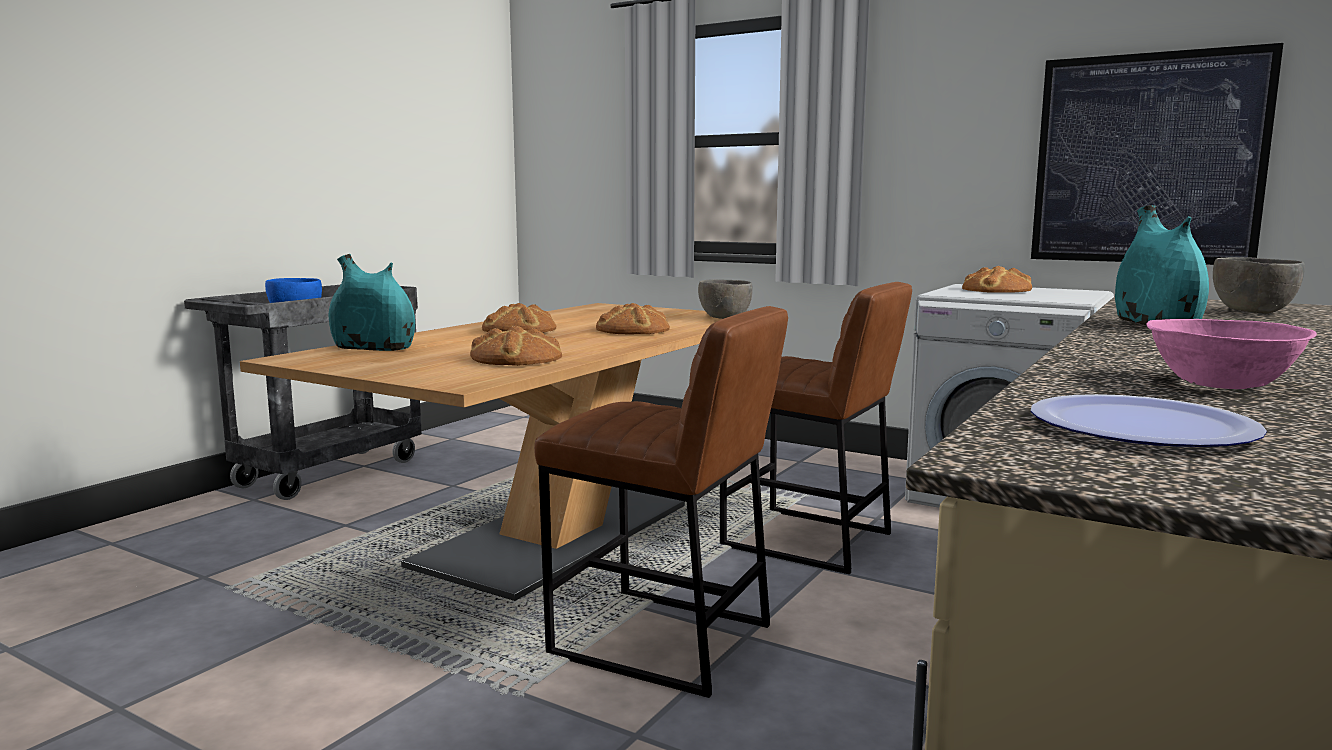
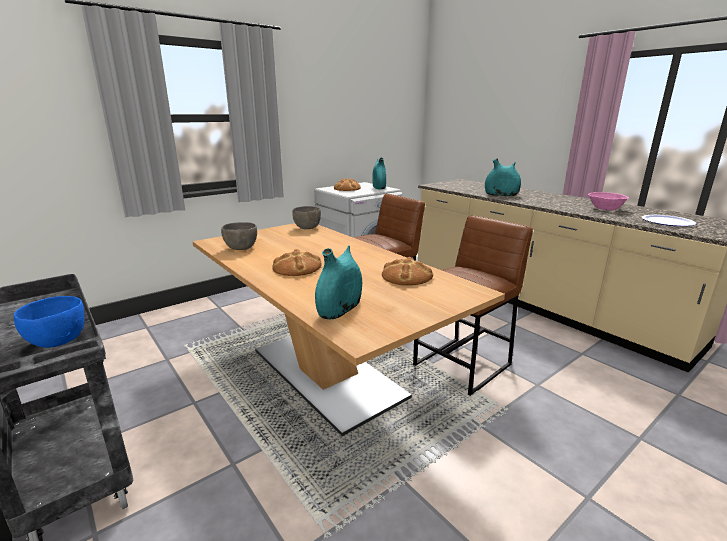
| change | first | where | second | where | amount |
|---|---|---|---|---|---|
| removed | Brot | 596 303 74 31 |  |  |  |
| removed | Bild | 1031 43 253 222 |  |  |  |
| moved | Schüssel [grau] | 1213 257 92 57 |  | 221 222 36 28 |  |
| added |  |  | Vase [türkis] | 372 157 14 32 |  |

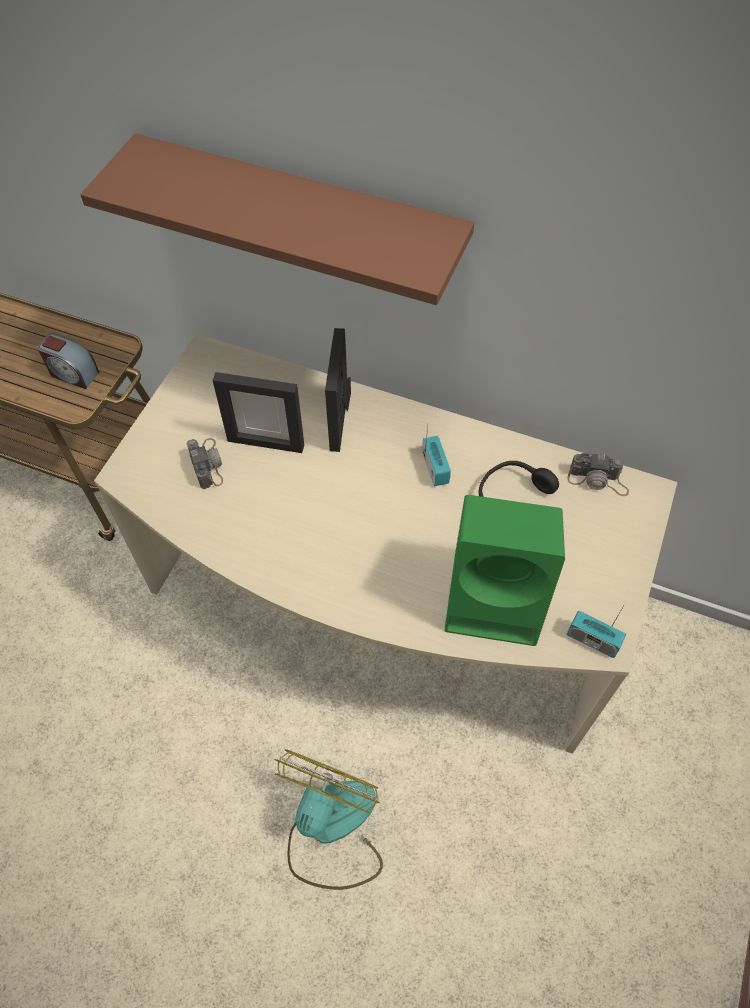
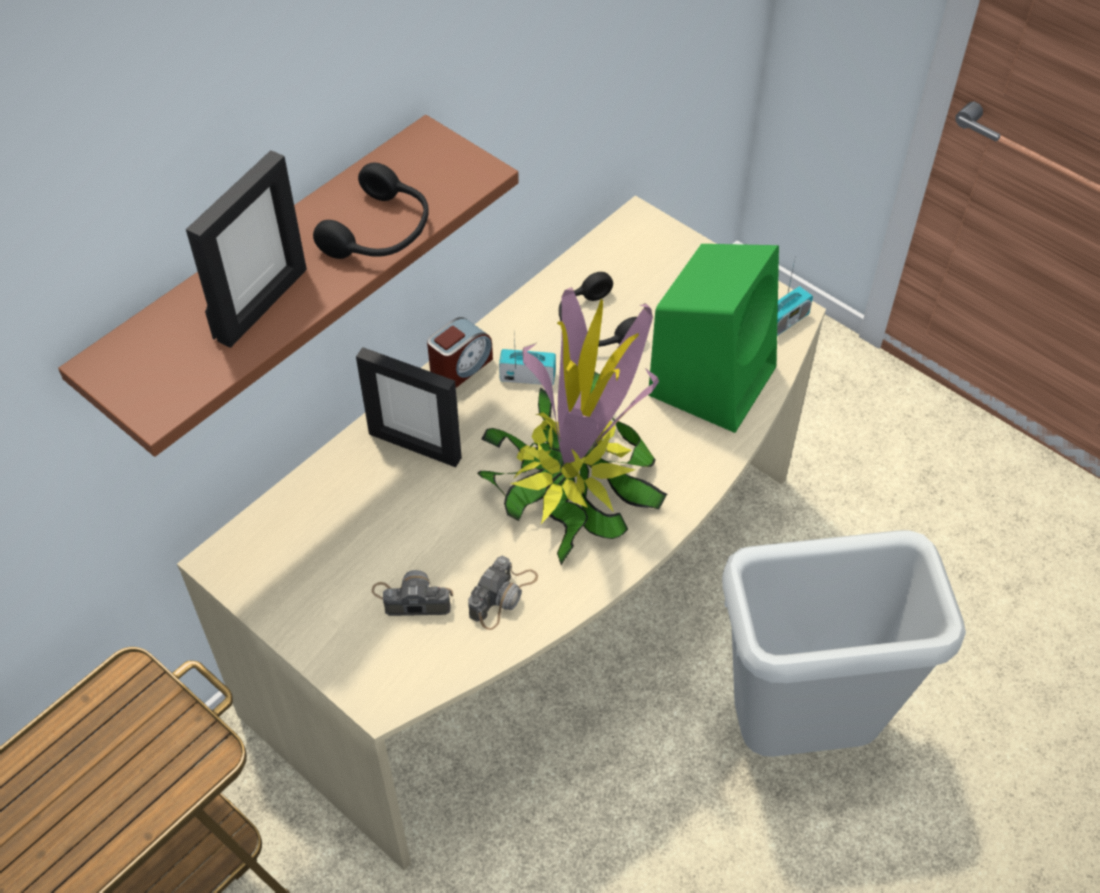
| change | first | where | second | where | amount |
|---|---|---|---|---|---|
| moved | Wecker | 37 333 62 56 |  | 427 317 66 71 |  |
| moved | Bilderrahmen | 213 372 91 81 |  | 186 150 121 198 |  |
| replaced | Ventilator | 274 749 109 141 | Mülleimer [grau] | 722 530 244 227 |  |
| moved | Kamera | 568 453 61 43 |  | 468 555 70 75 |  |
| added |  |  | Kopfhörer [schwarz] | 313 163 116 96 |  |
| added |  |  | Topfpflanze | 477 287 190 278 |  |

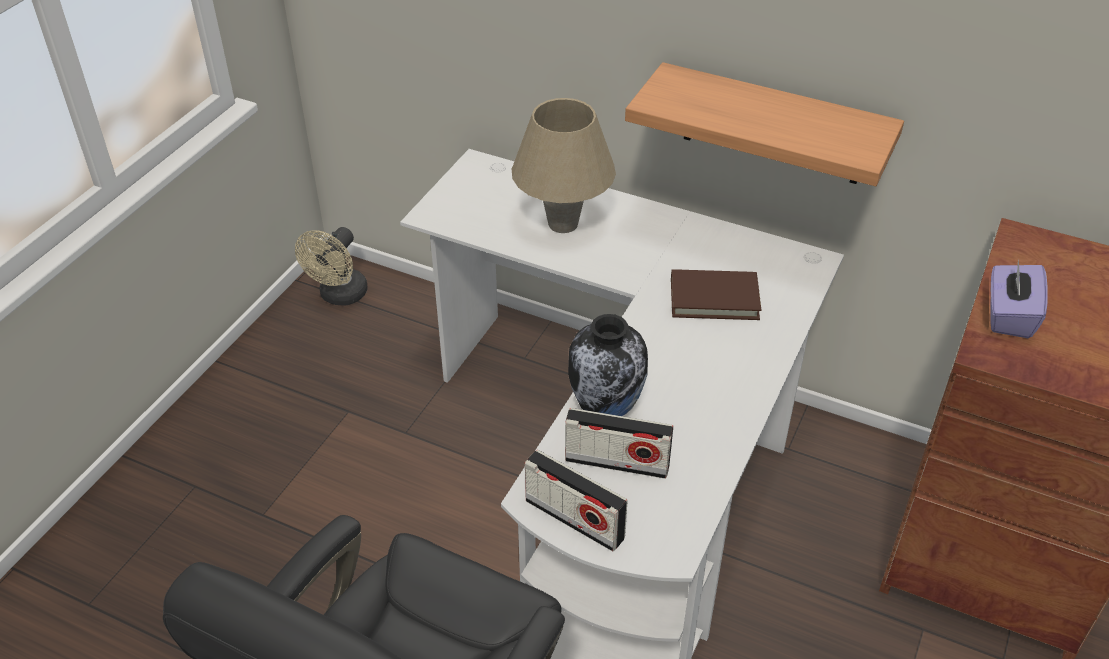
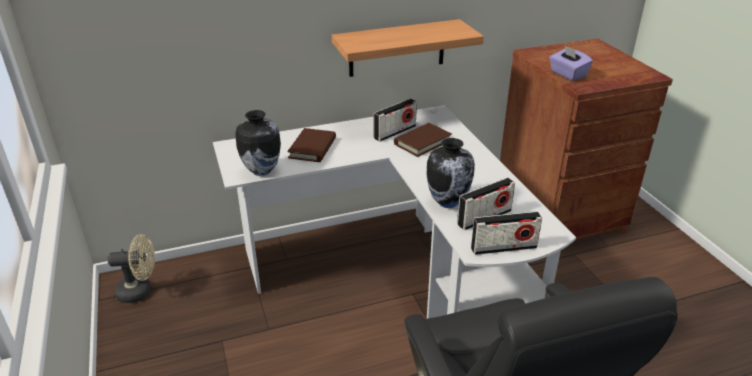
| change | first | where | second | where | amount |
|---|---|---|---|---|---|
| turned | Ventilator [beige] | 295 227 73 79 |  | 107 234 48 69 | 75 degrees counterclockwise |
| replaced | Tischlampe [beige] | 512 98 104 135 | Buch [braun] | 287 128 49 34 |  |
| added |  |  | Vase | 236 110 45 66 |  |
| added |  |  | Radio | 373 99 44 43 |  |

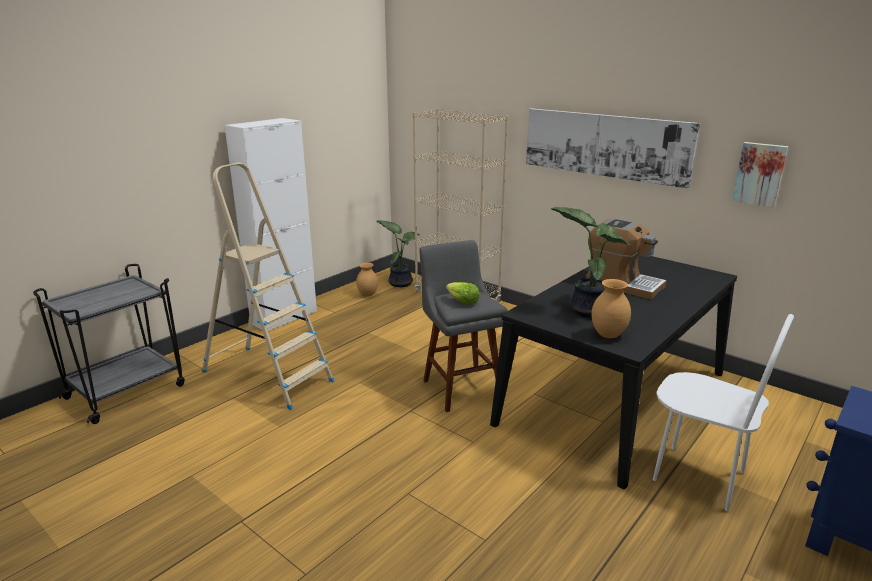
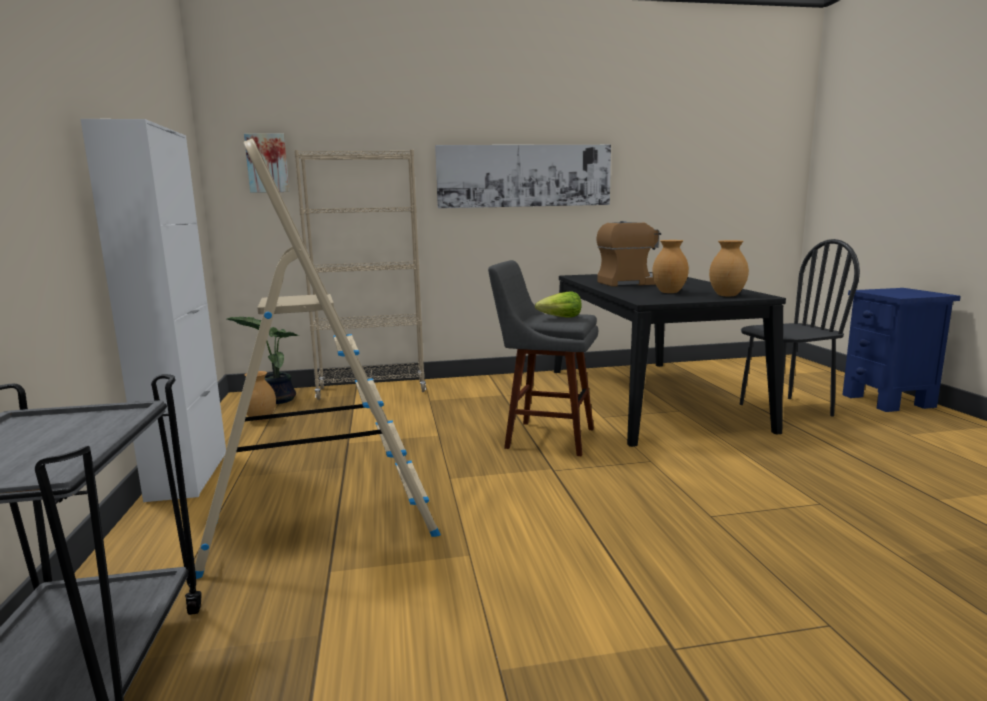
| change | first | where | second | where | amount |
|---|---|---|---|---|---|
| replaced | Topfpflanze | 550 207 80 111 | Vase [braun] | 652 240 37 53 |  |
| recoloured | Stuhl [weiß] | 653 314 141 197 | Stuhl [schwarz] | 740 239 120 178 |  |
| moved | Bild | 732 142 57 66 |  | 244 133 45 60 |  |

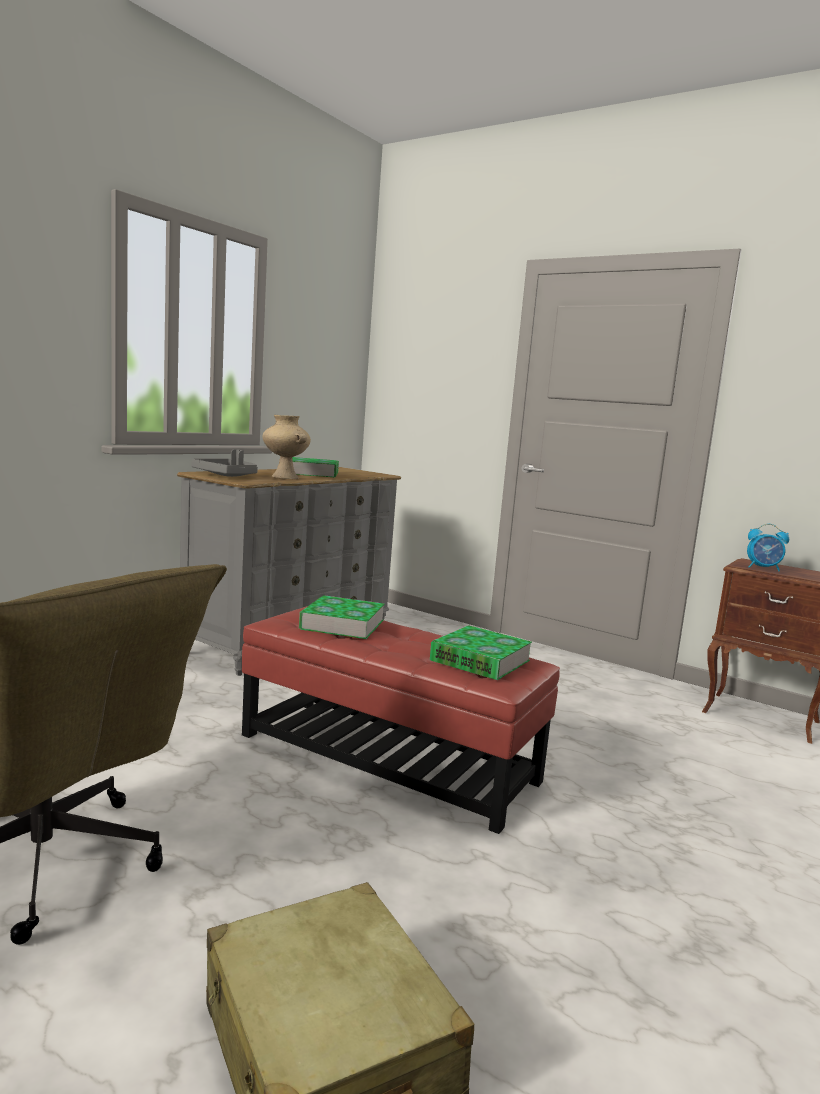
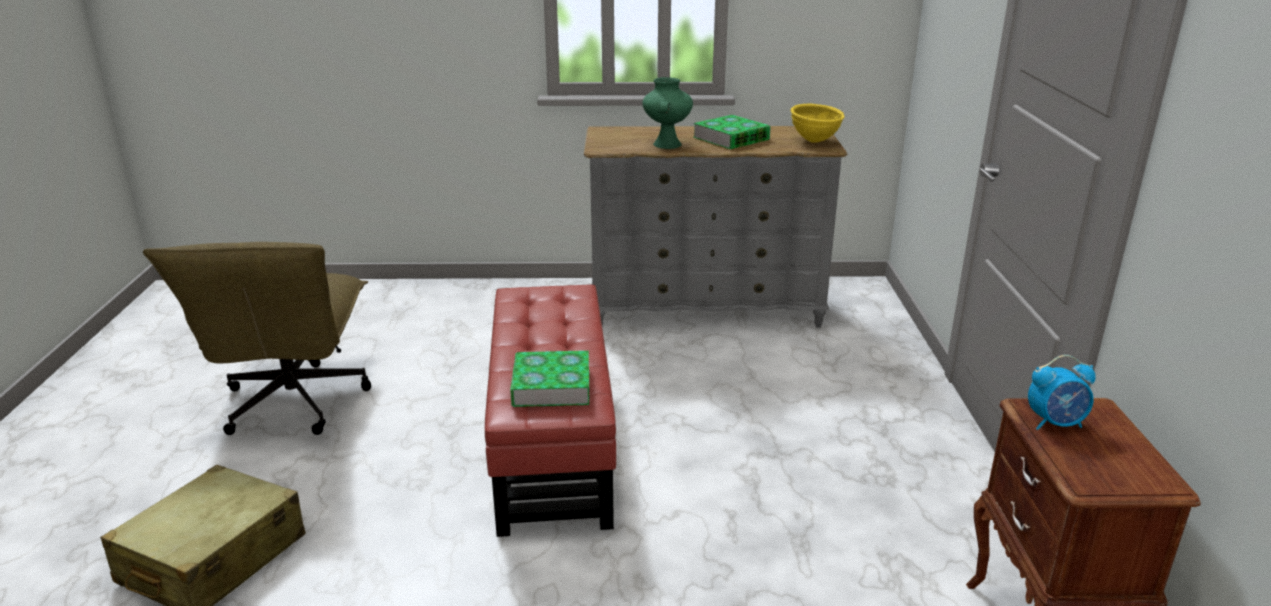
| change | first | where | second | where | amount |
|---|---|---|---|---|---|
| removed | Tablett [grau] | 191 449 67 28 |  |  |  |
| recoloured | Vase [beige] | 262 415 49 64 | Vase [grün] | 642 77 51 72 |  |
| removed | Buch | 299 595 86 44 |  |  |  |
| turned | Wecker | 747 524 42 47 |  | 1028 355 68 75 | 75 degrees counterclockwise |
| added |  |  | Schüssel [gelb] | 790 104 55 39 |  |

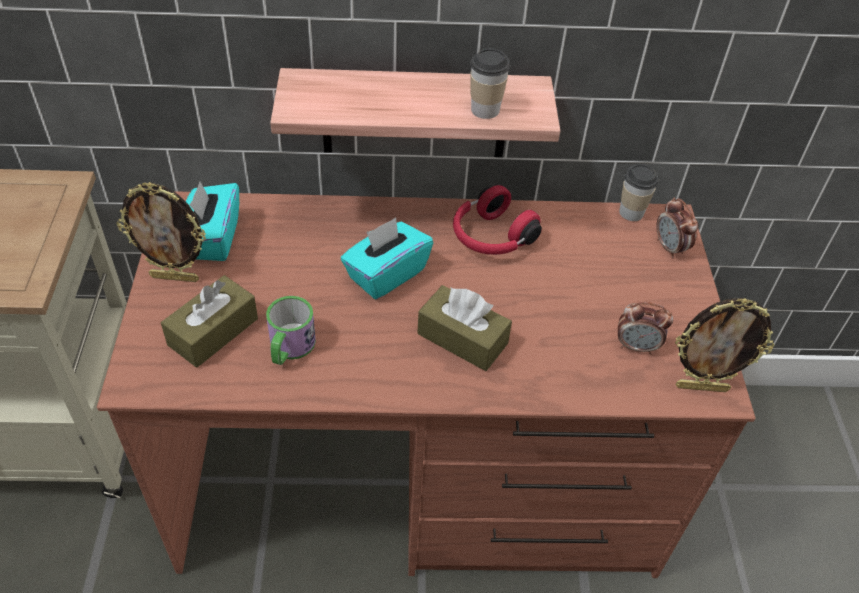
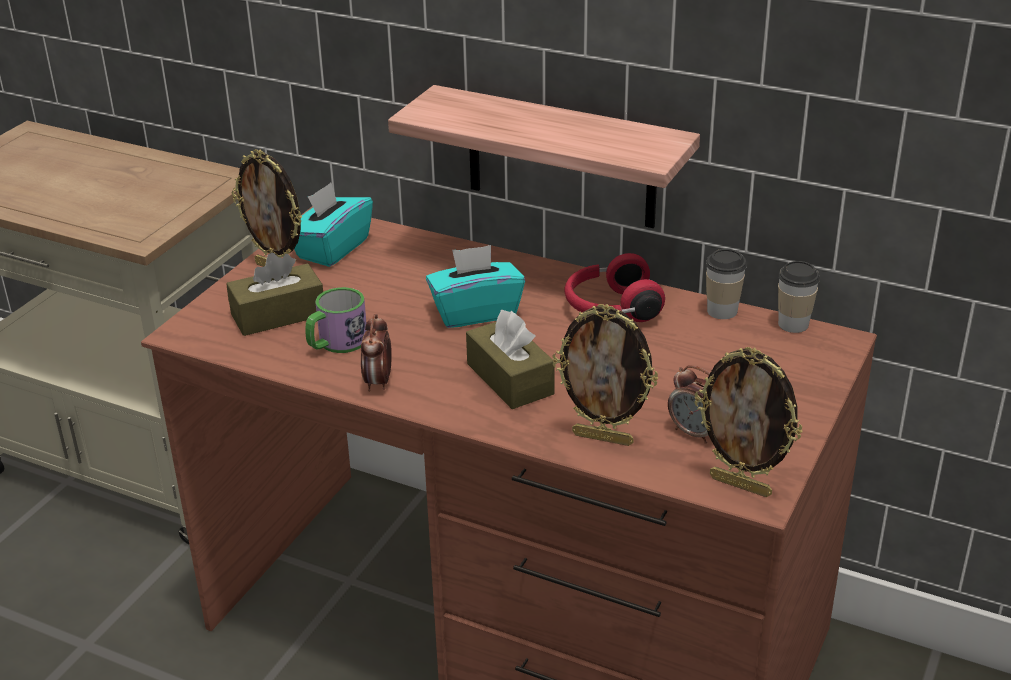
| change | first | where | second | where | amount |
|---|---|---|---|---|---|
| moved | Tasse | 470 48 40 71 |  | 706 249 41 70 |  |
| moved | Wecker | 656 198 42 60 |  | 361 314 31 78 |  |
| added |  |  | Bilderrahmen | 552 304 106 142 |  |

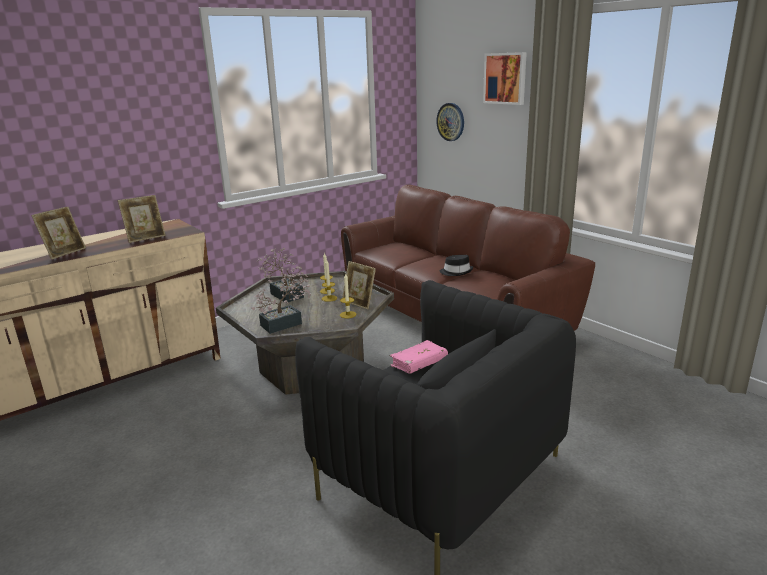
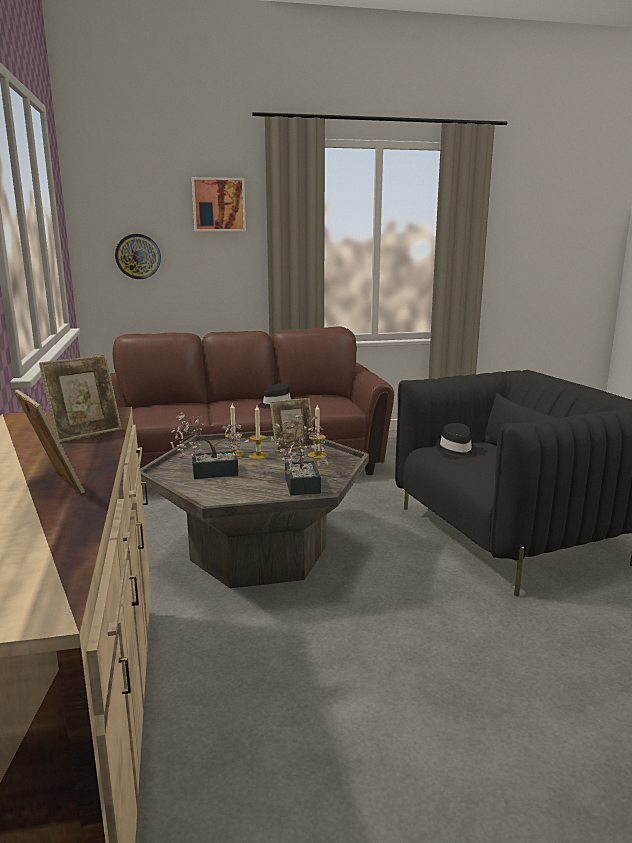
| change | first | where | second | where | amount |
|---|---|---|---|---|---|
| turned | Bilderrahmen | 118 195 48 48 |  | 39 355 83 87 | 60 degrees clockwise |
| replaced | Buch [rosa] | 390 340 58 34 | Hut [schwarz] | 435 423 42 36 |  |

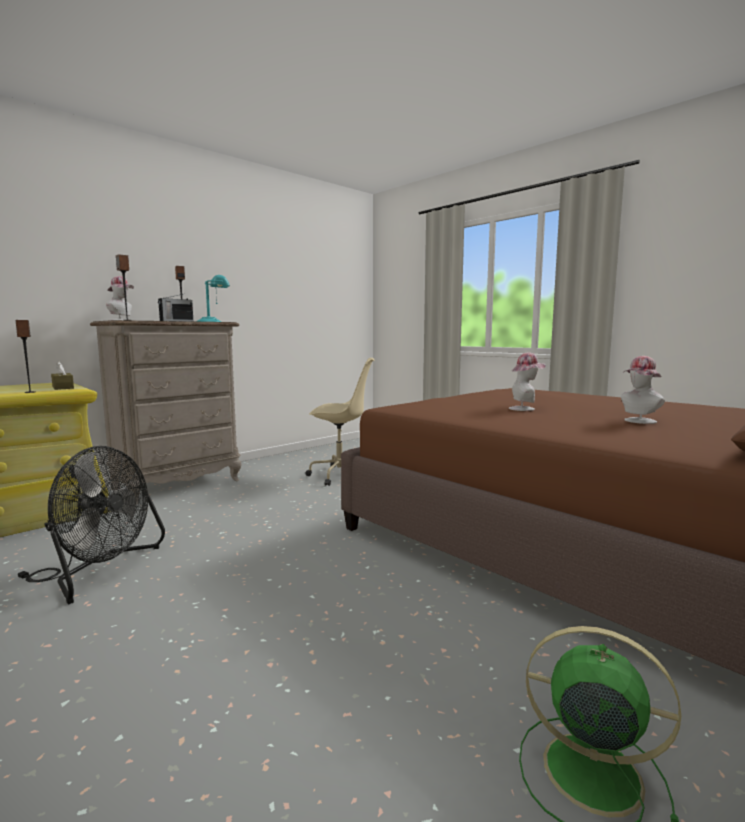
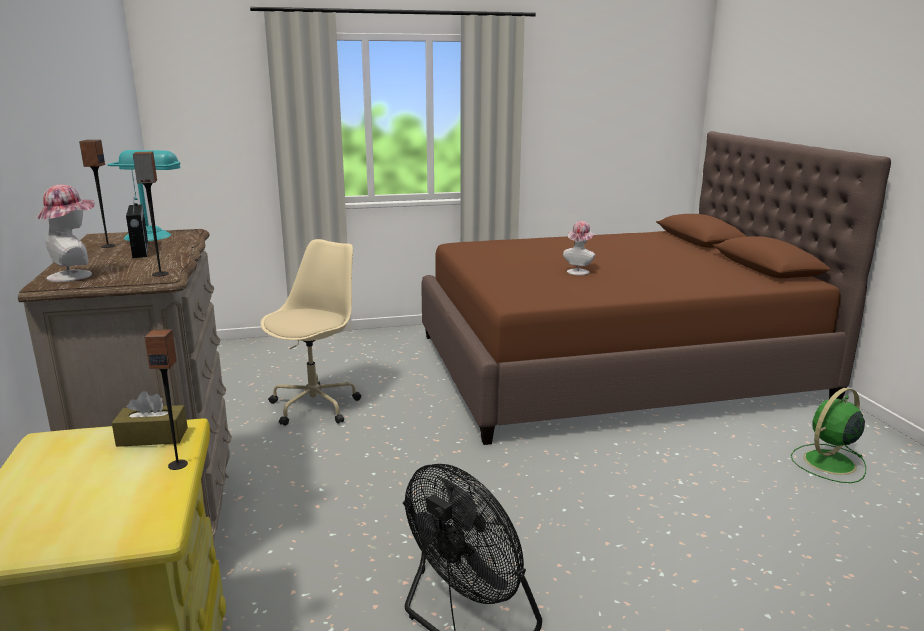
| change | first | where | second | where | amount |
|---|---|---|---|---|---|
| removed | Hut | 621 356 44 68 |  |  |  |

